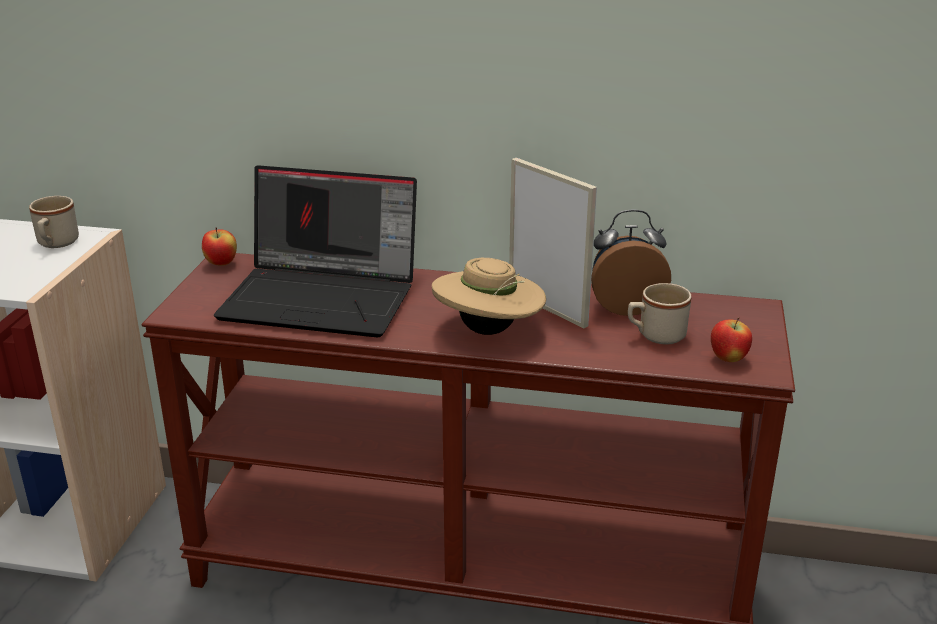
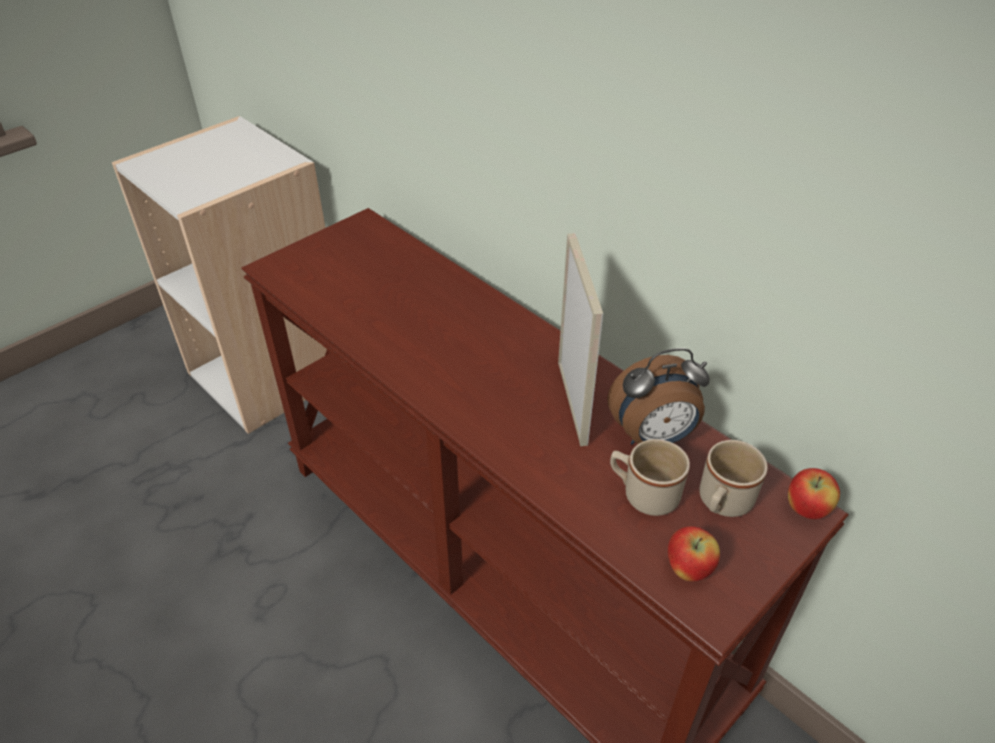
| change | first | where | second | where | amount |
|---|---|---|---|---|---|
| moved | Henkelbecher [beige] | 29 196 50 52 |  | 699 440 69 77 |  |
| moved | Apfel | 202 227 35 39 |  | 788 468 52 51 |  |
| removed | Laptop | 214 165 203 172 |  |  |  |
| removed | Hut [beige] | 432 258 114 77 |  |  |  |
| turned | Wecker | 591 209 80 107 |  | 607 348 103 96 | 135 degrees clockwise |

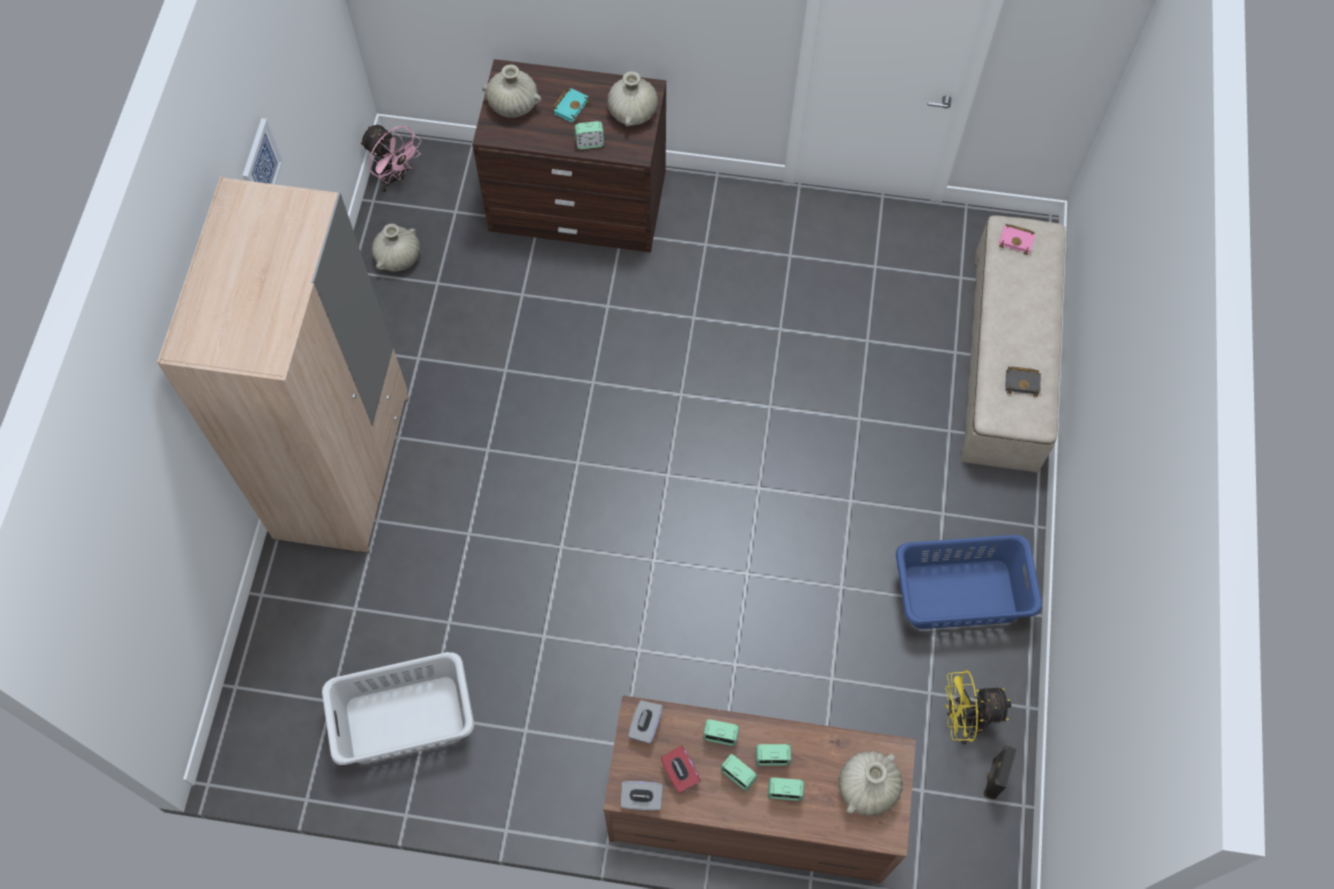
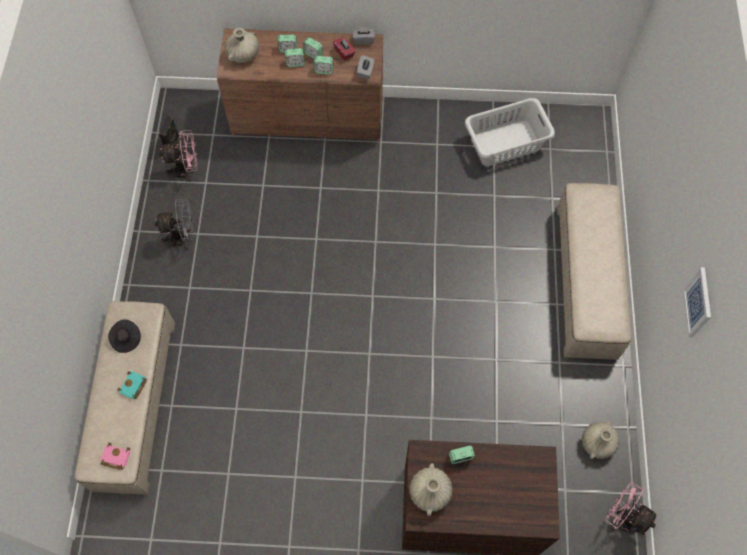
| change | first | where | second | where | amount |
|---|---|---|---|---|---|
| replaced | Kleiderschrank [beige] | 157 176 252 377 | Bank [beige] | 557 183 75 177 |  |
| removed | Vase [beige] | 482 65 59 53 |  |  |  |
| moved | Buch [türkis] | 551 88 40 34 |  | 117 371 30 28 |  |
| replaced | Wäschekorb [blau] | 896 535 146 94 | Ventilator [grau] | 154 199 40 51 |  |
| recoloured | Ventilator [gelb] | 945 670 66 75 | Ventilator [rosa] | 159 130 39 52 |  |
| replaced | Buch [schwarz] | 1005 367 36 30 | Hut [schwarz] | 108 319 33 34 |  |

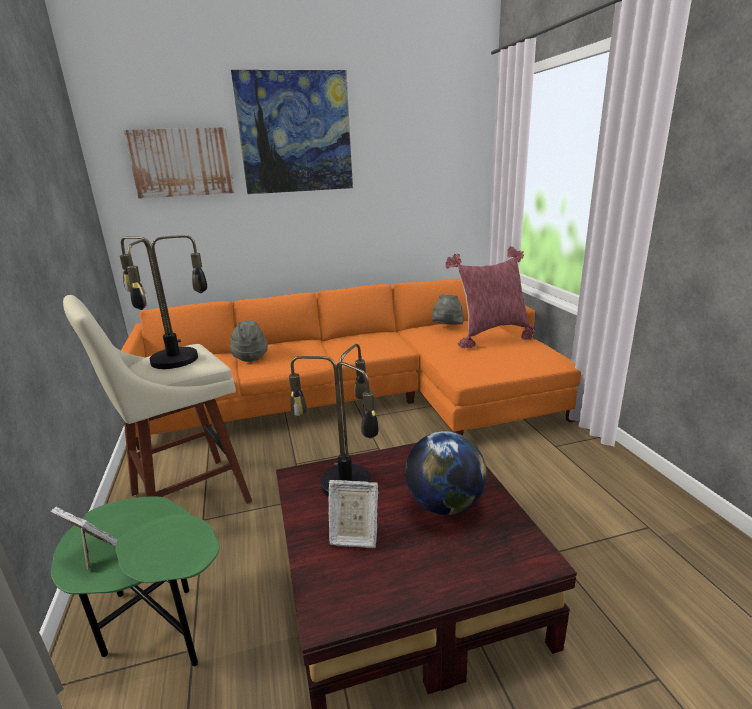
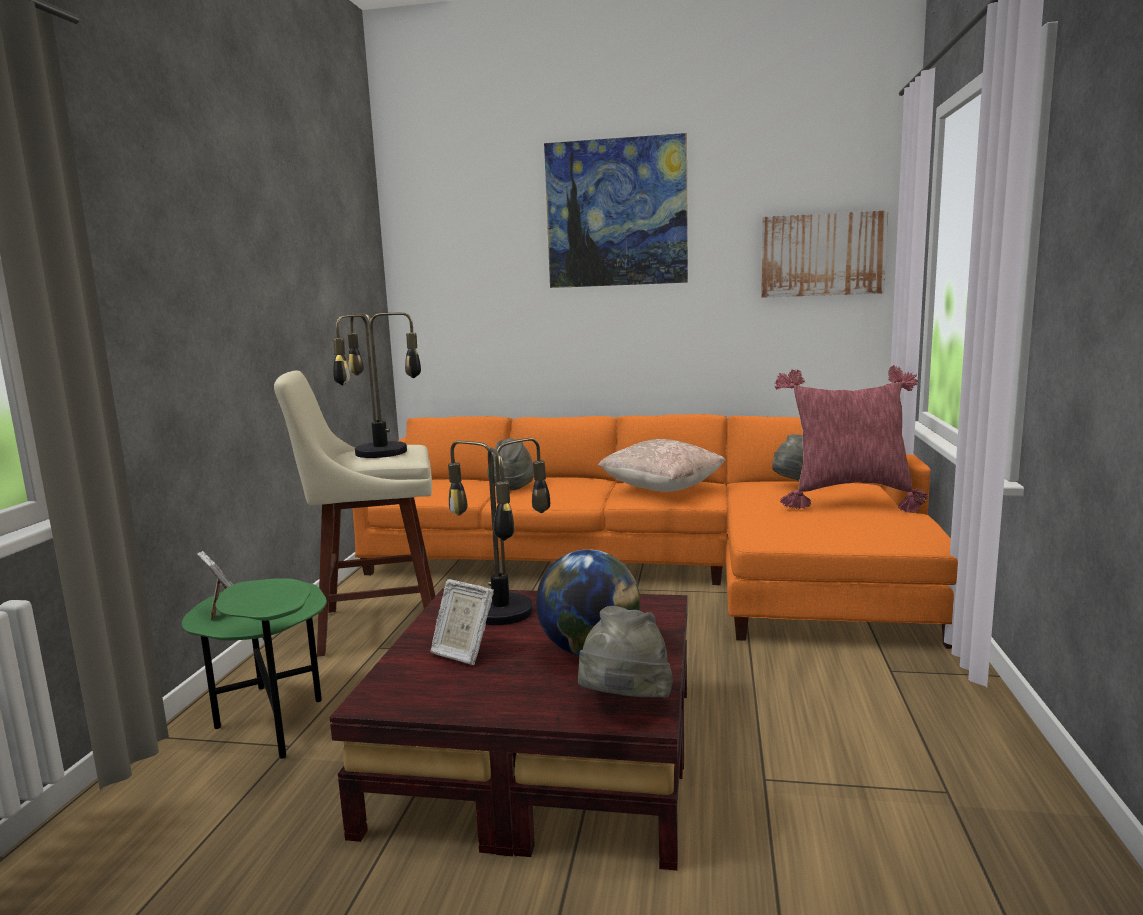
| change | first | where | second | where | amount |
|---|---|---|---|---|---|
| moved | Bild | 124 127 111 72 |  | 761 210 127 88 |  |
| added |  |  | Hut [grau] | 578 606 95 92 |  |
| added |  |  | Kissen [beige] | 598 439 128 53 |  |

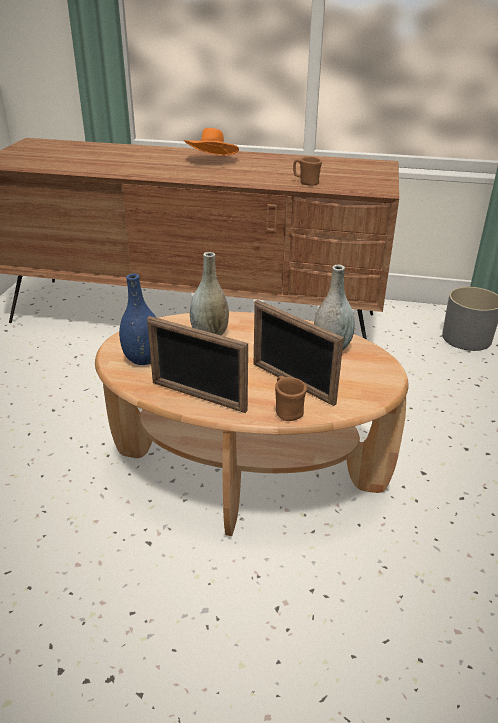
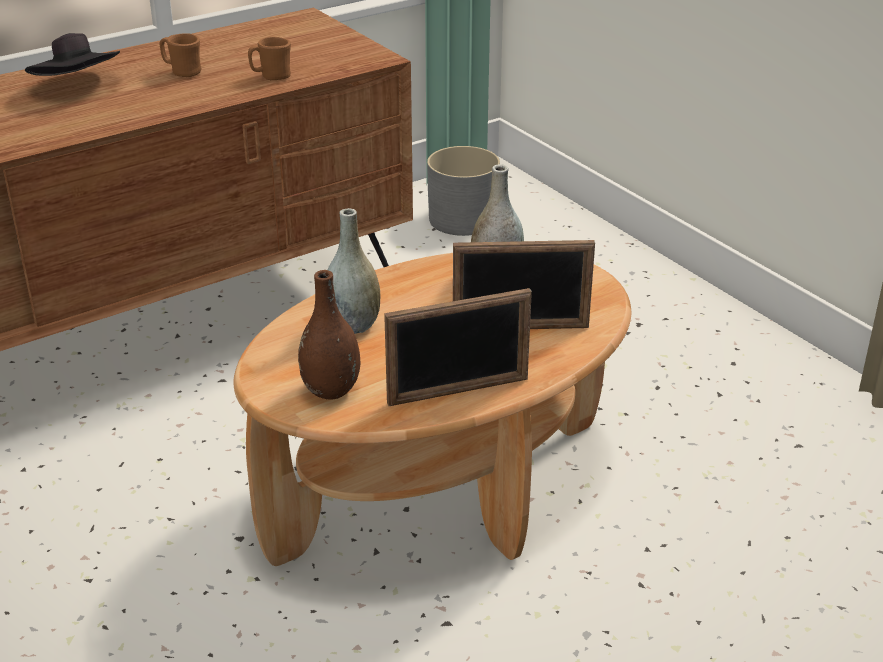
| change | first | where | second | where | amount |
|---|---|---|---|---|---|
| recoloured | Vase [blau] | 119 274 37 91 | Vase [braun] | 298 270 62 130 |  |
| recoloured | Hut [orange] | 184 128 55 27 | Hut [schwarz] | 25 33 95 43 |  |
| moved | Henkelbecher [braun] | 275 376 32 45 |  | 160 33 42 44 |  |

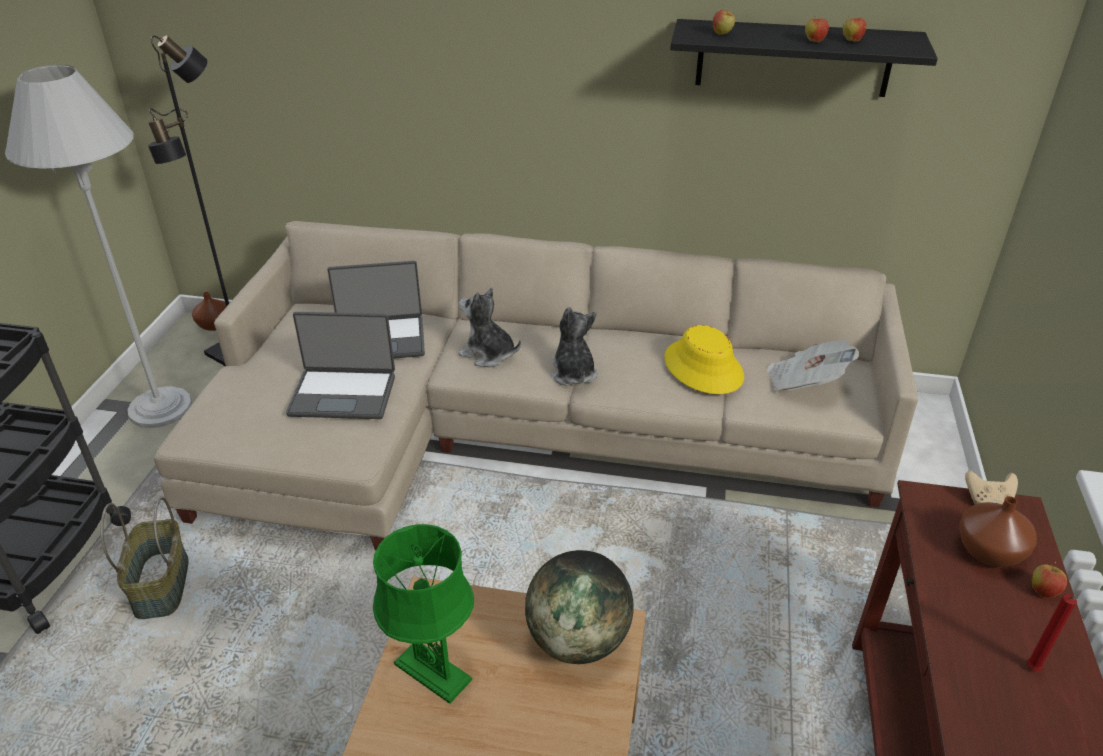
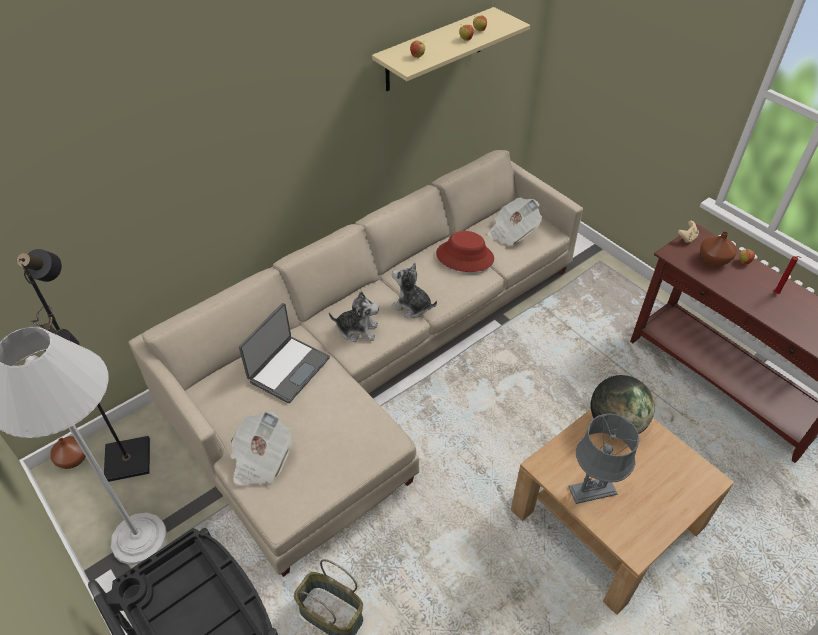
| change | first | where | second | where | amount |
|---|---|---|---|---|---|
| removed | Laptop | 286 312 109 107 |  |  |  |
| recoloured | Tischlampe [grün] | 373 524 101 180 | Tischlampe [grau] | 568 413 71 91 |  |
| turned | Plüschtier | 458 288 63 79 |  | 329 291 50 51 | 150 degrees counterclockwise |
| recoloured | Hut [gelb] | 664 325 80 69 | Hut [rot] | 436 231 58 41 |  |
| recoloured | Wandregal [schwarz] | 670 19 268 78 | Wandregal [beige] | 372 7 158 84 |  |
| added |  |  | Zeitung | 230 411 63 74 |  |

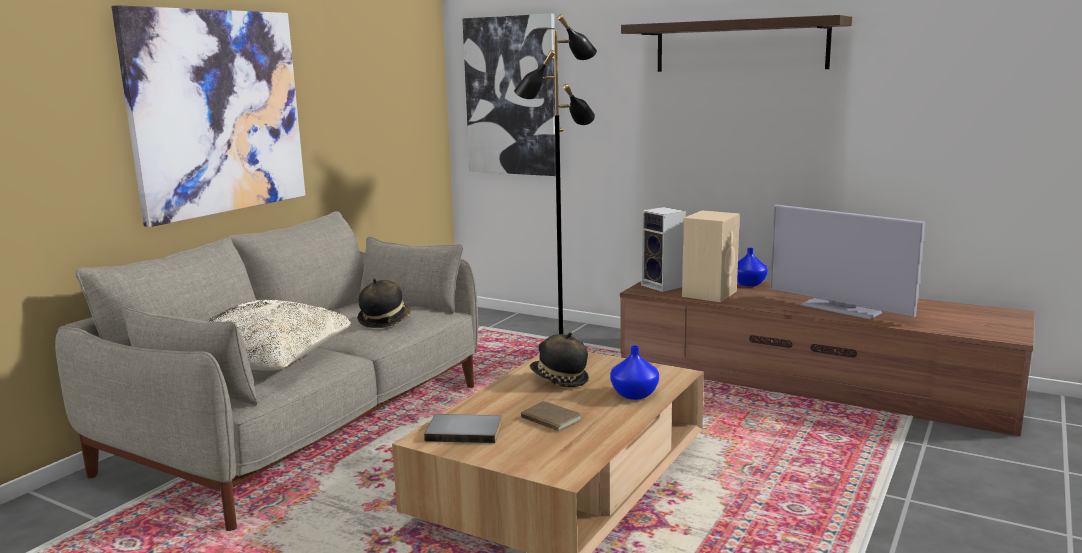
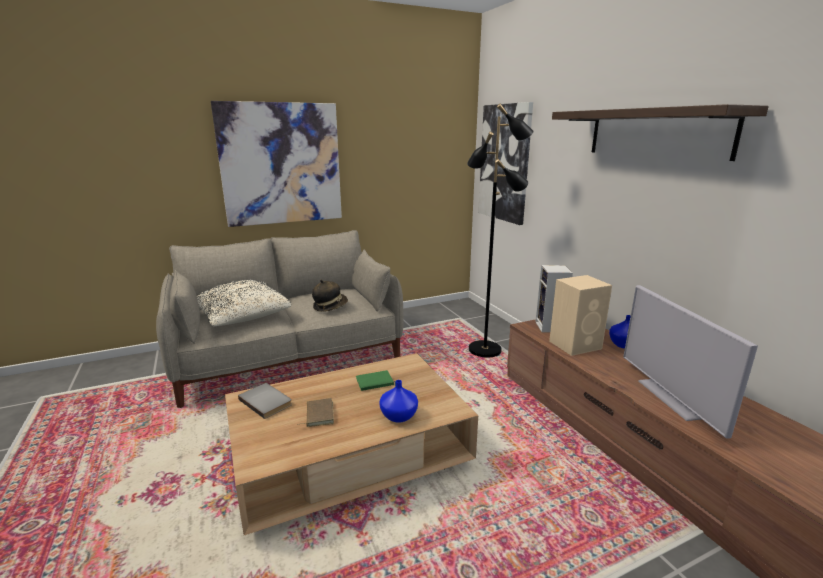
| change | first | where | second | where | amount |
|---|---|---|---|---|---|
| replaced | Hut | 530 332 59 55 | Buch [grün] | 356 370 40 21 |  |

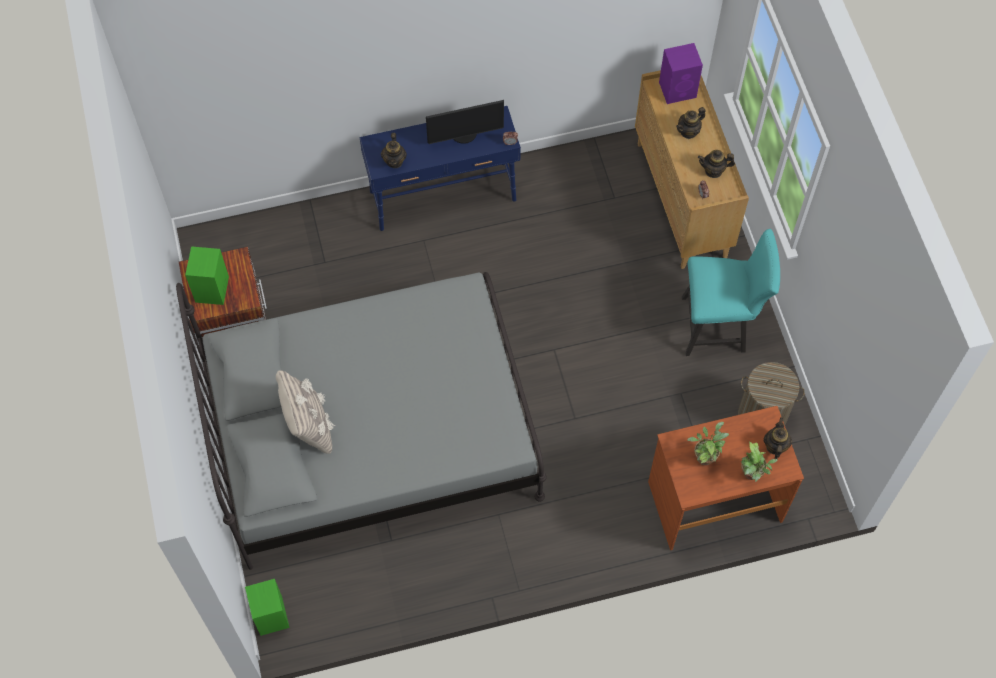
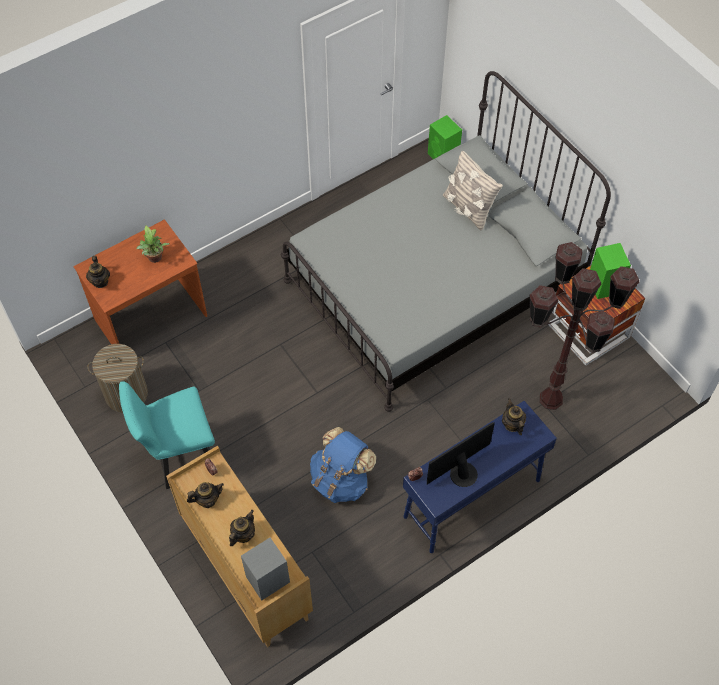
| change | first | where | second | where | amount |
|---|---|---|---|---|---|
| recoloured | Lautsprecher [lila] | 659 43 44 61 | Lautsprecher [grau] | 241 538 49 62 |  |
| removed | Topfpflanze | 741 441 37 41 |  |  |  |
| added |  |  | Rucksack [blau] | 310 427 66 76 |  |
| added |  |  | Stehlampe [braun] | 529 242 110 168 |  |

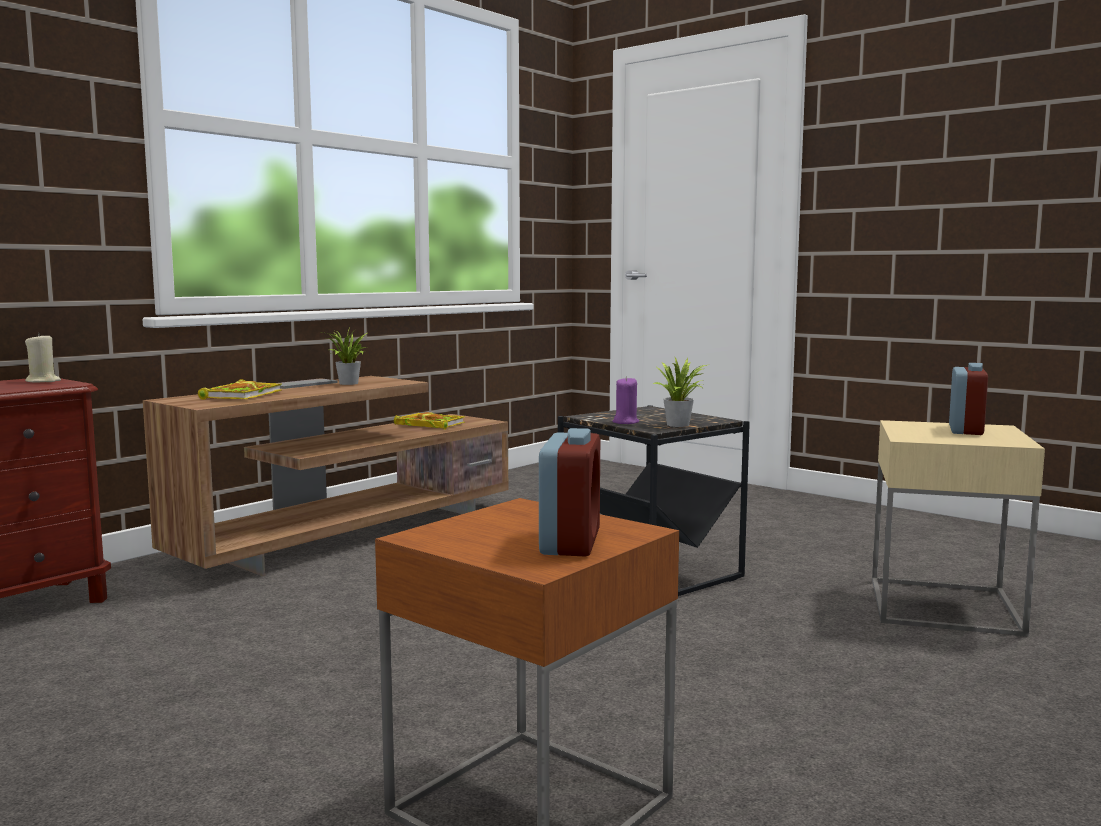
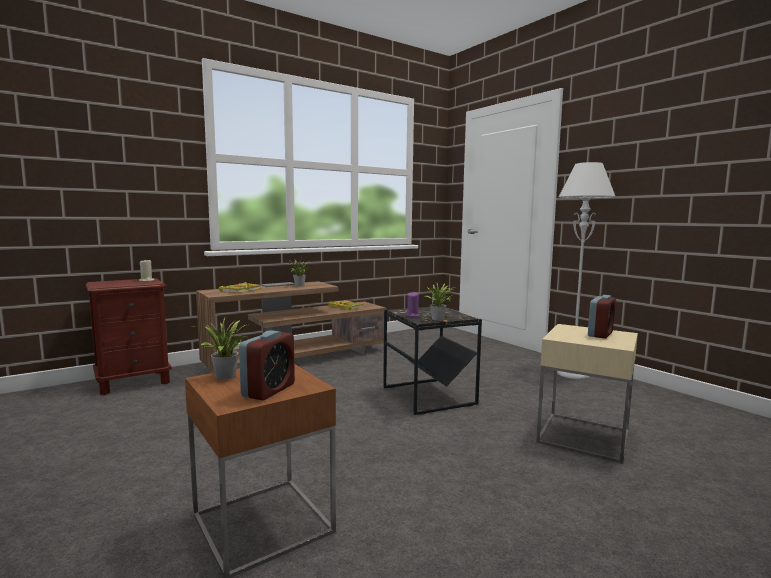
| change | first | where | second | where | amount |
|---|---|---|---|---|---|
| added |  |  | Topfpflanze | 196 318 51 62 |  |
| added |  |  | Stehlampe [grau] | 557 162 59 217 |  |

